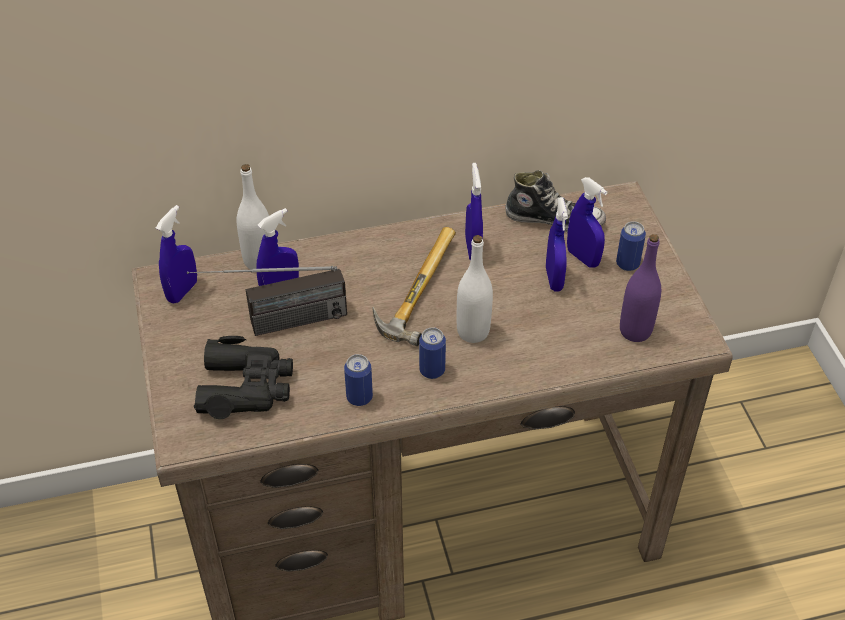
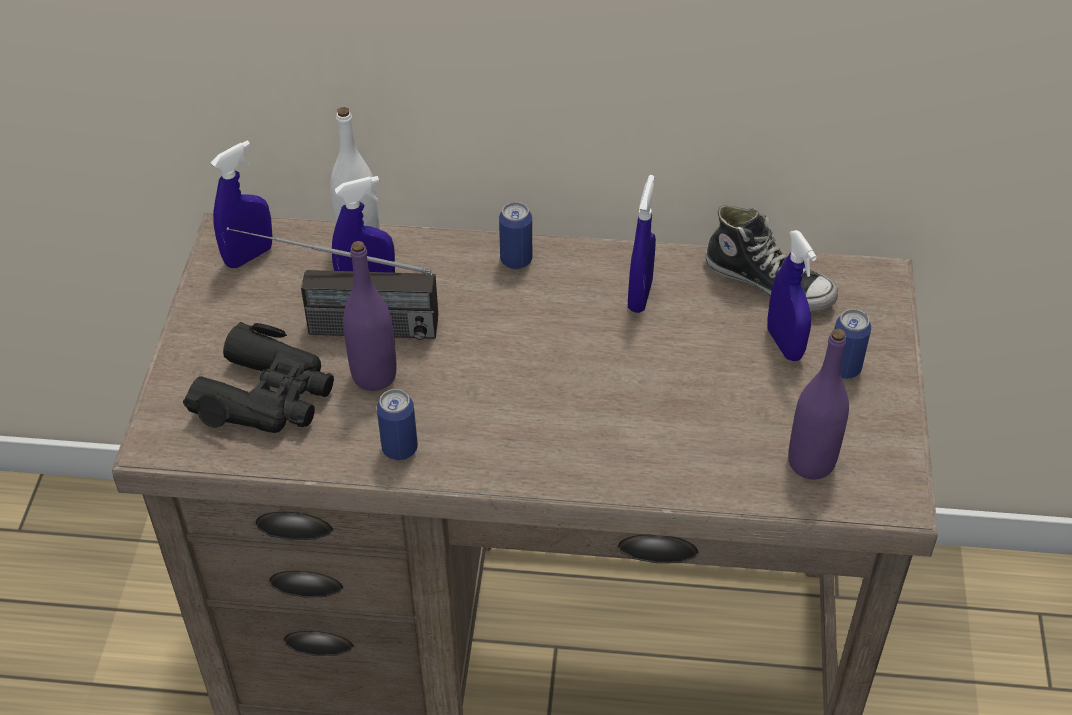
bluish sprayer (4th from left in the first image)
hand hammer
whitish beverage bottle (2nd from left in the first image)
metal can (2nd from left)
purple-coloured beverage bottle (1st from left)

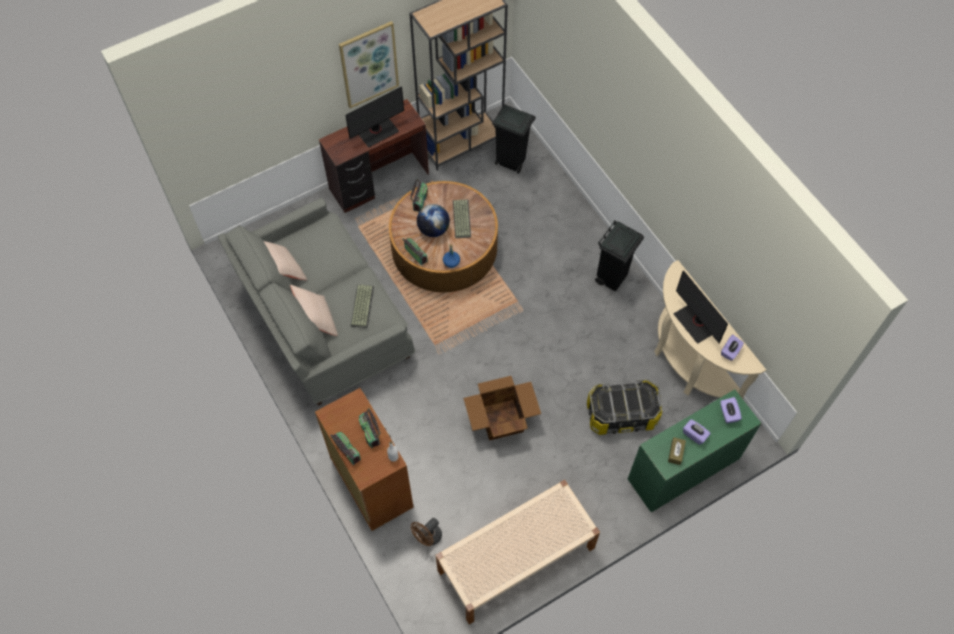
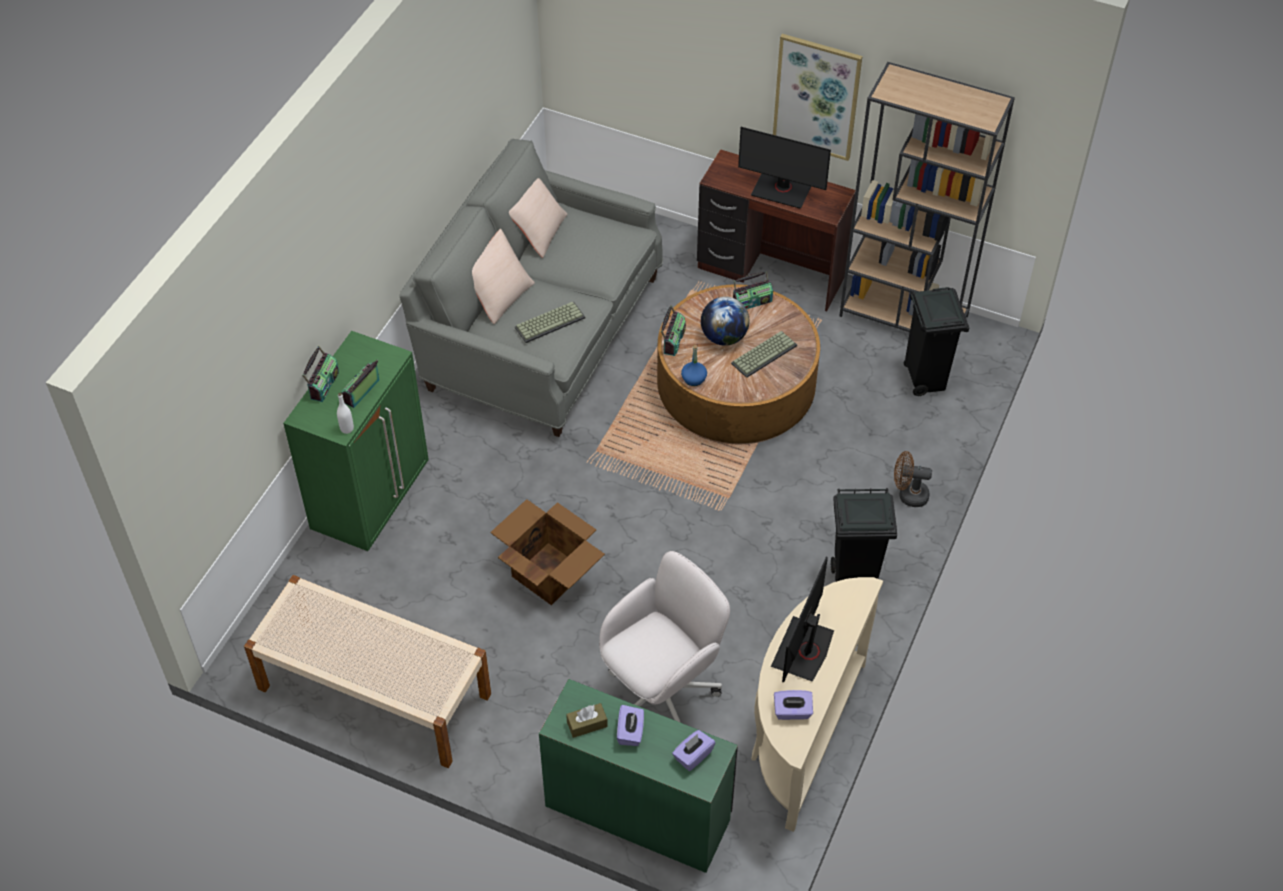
whitish desk chair
greenish cupboard
brown-coloured electric fan

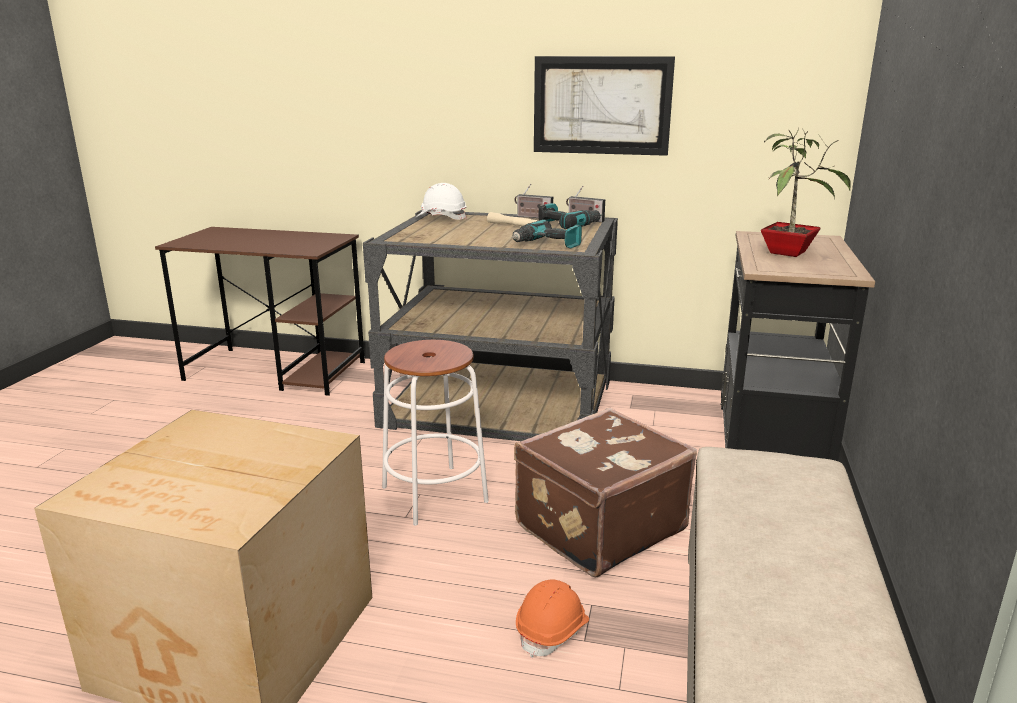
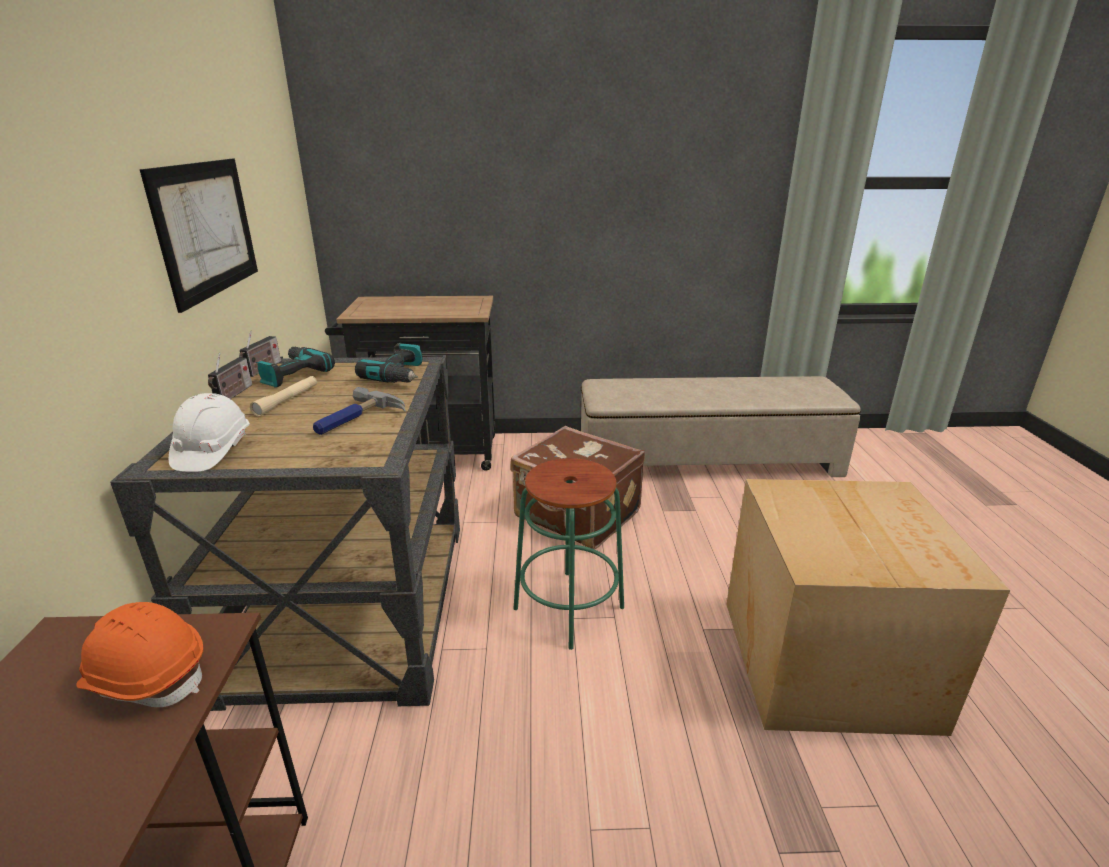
potted plant
greenish sitting stool
orangey hard hat
hand hammer

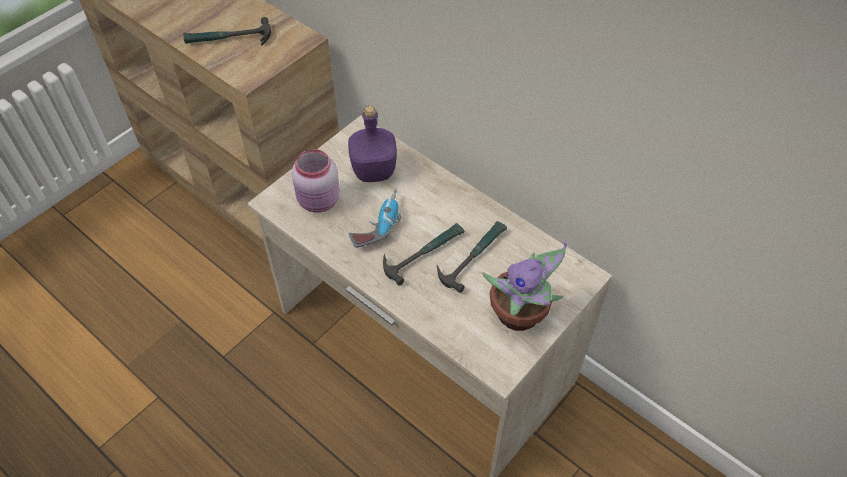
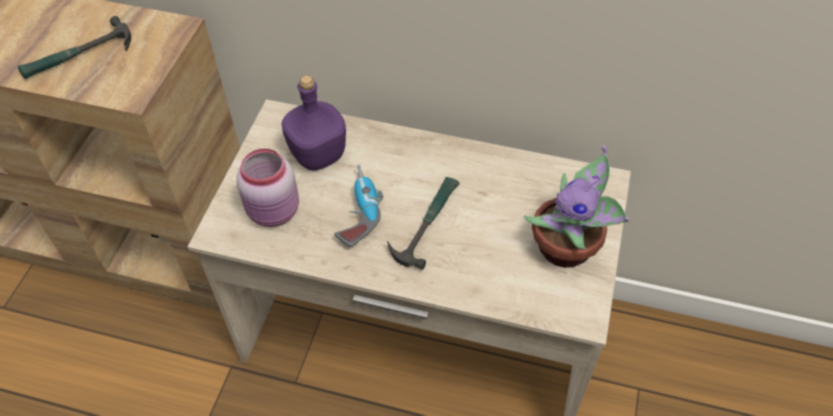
hand hammer (3rd from left in the first image)

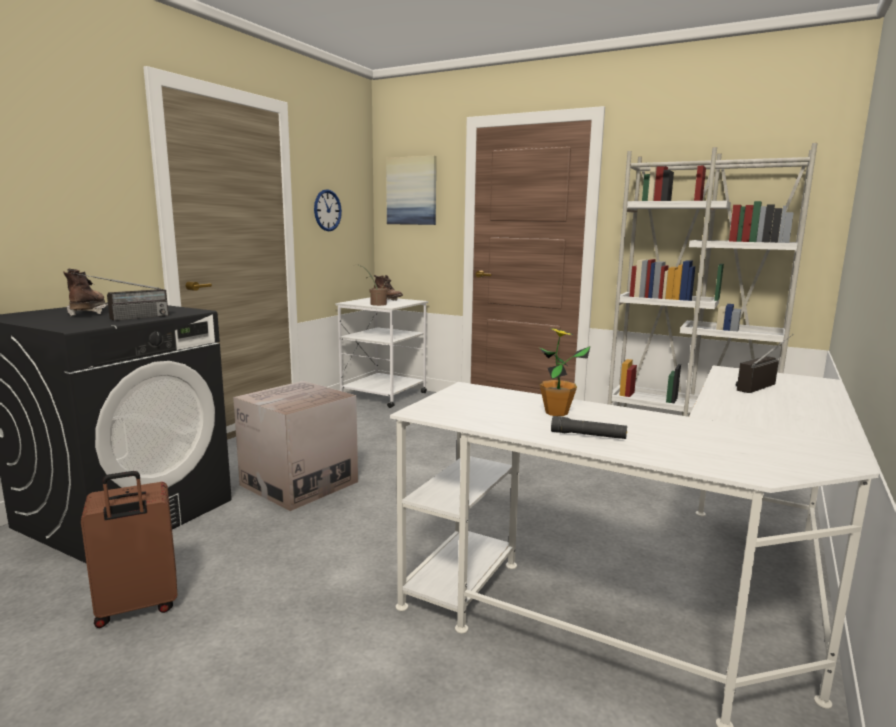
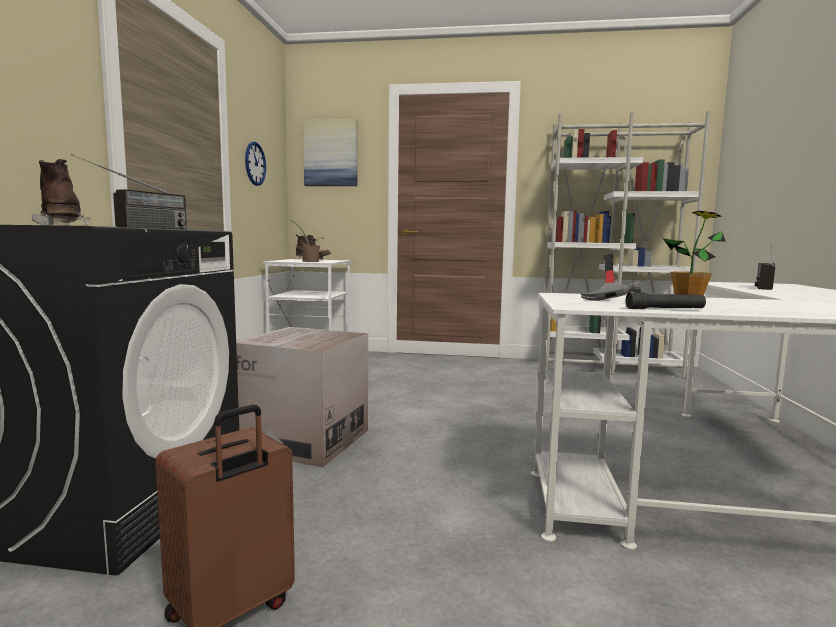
blackish flashlight
hand hammer

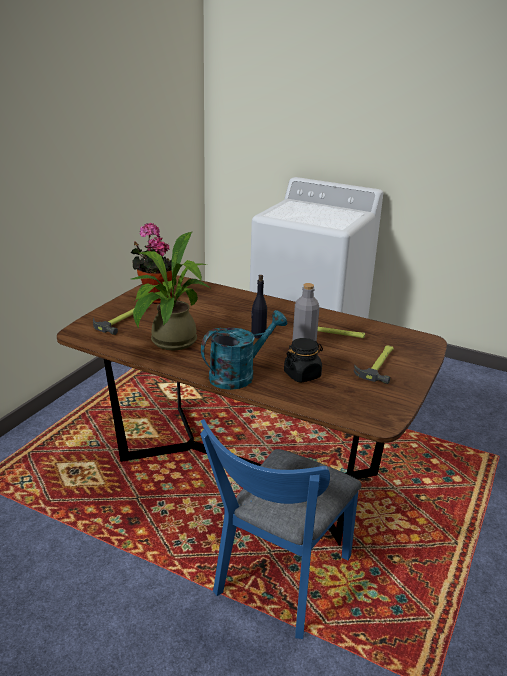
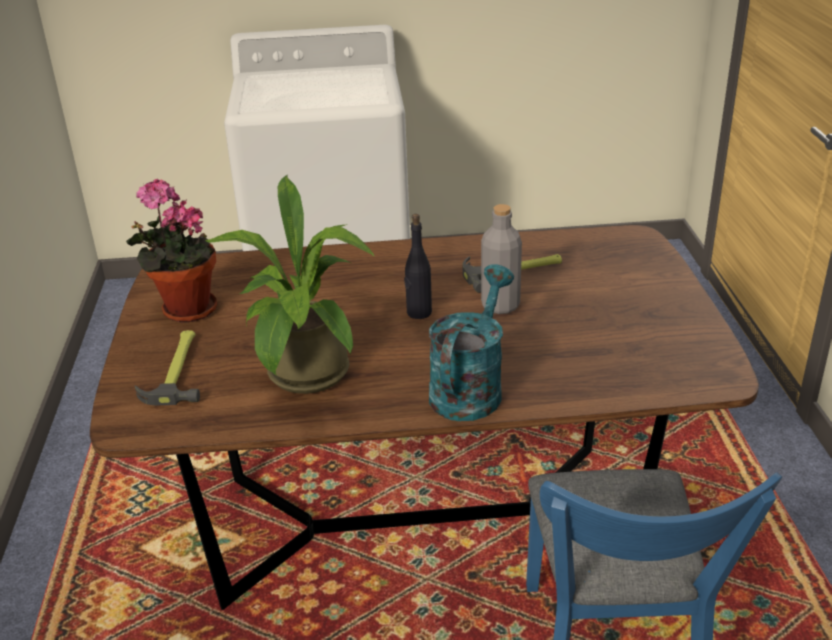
blackish storage jar
hand hammer (3rd from left in the first image)

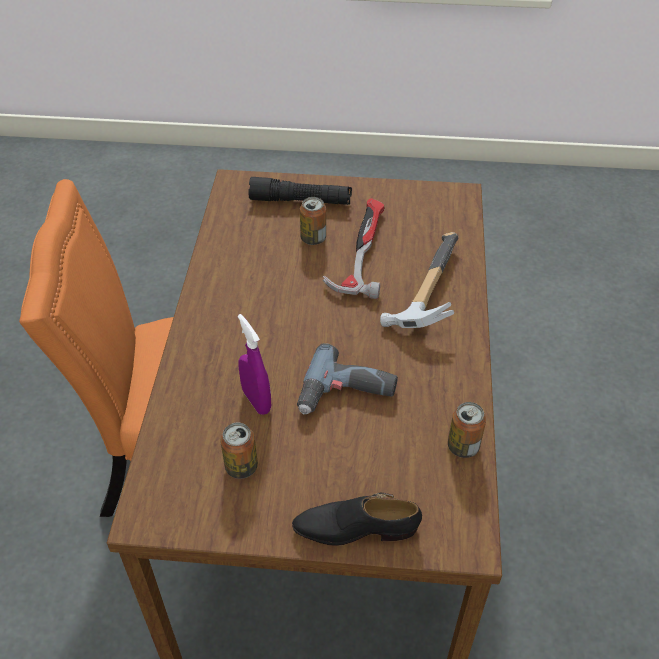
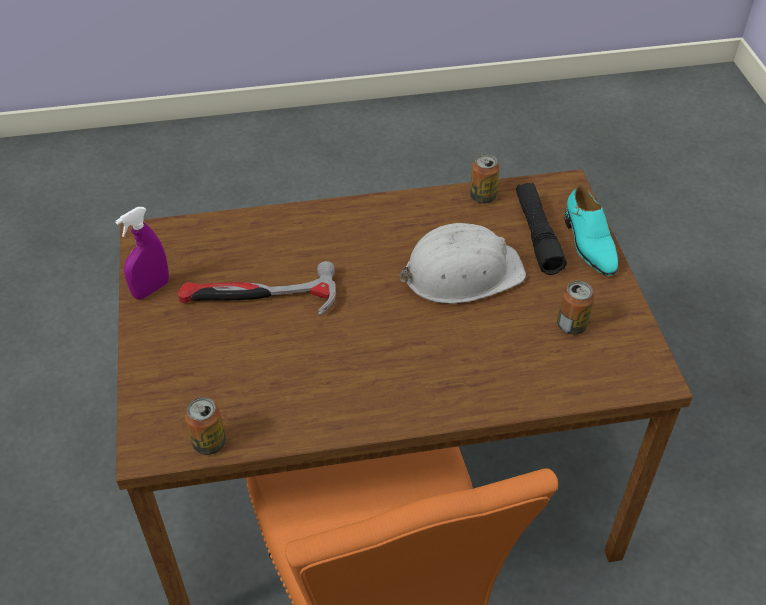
blackish flashlight
metal can (1st from left)
hand hammer (2nd from left in the first image)
purple-coloured sprayer
whitish hard hat
blue-green shoe

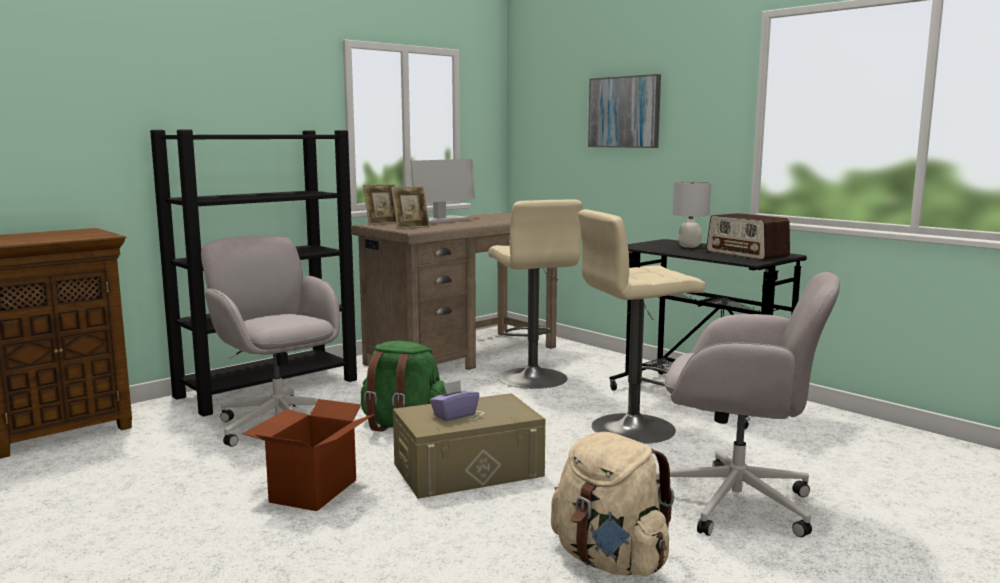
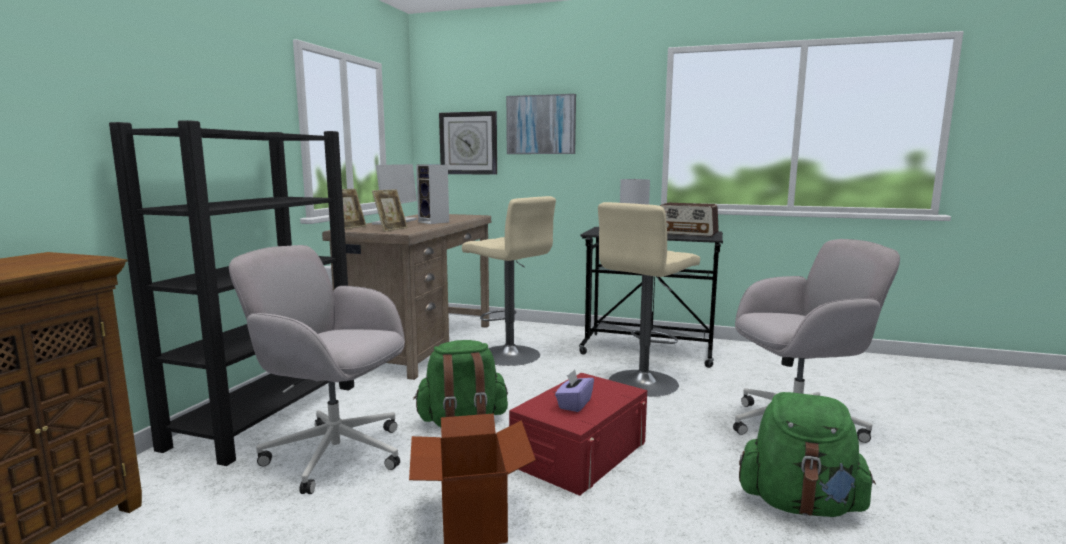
reddish storage box
greenish knapsack (2nd from left)
clock on the wall
speaker

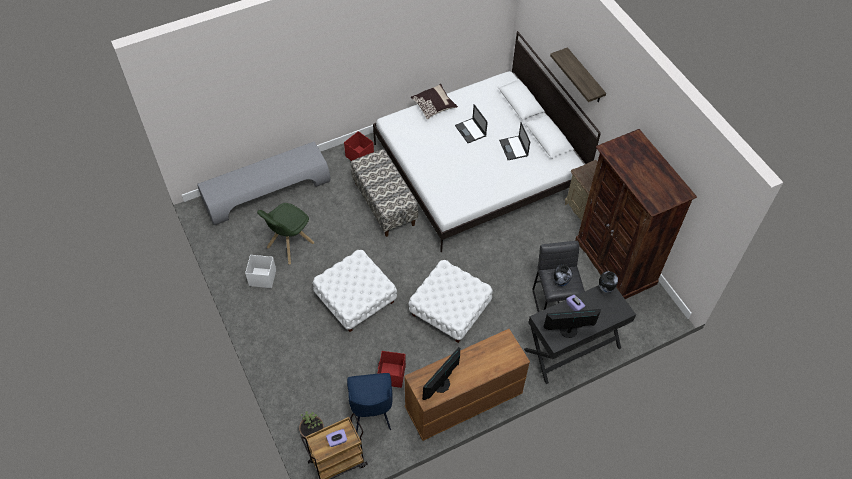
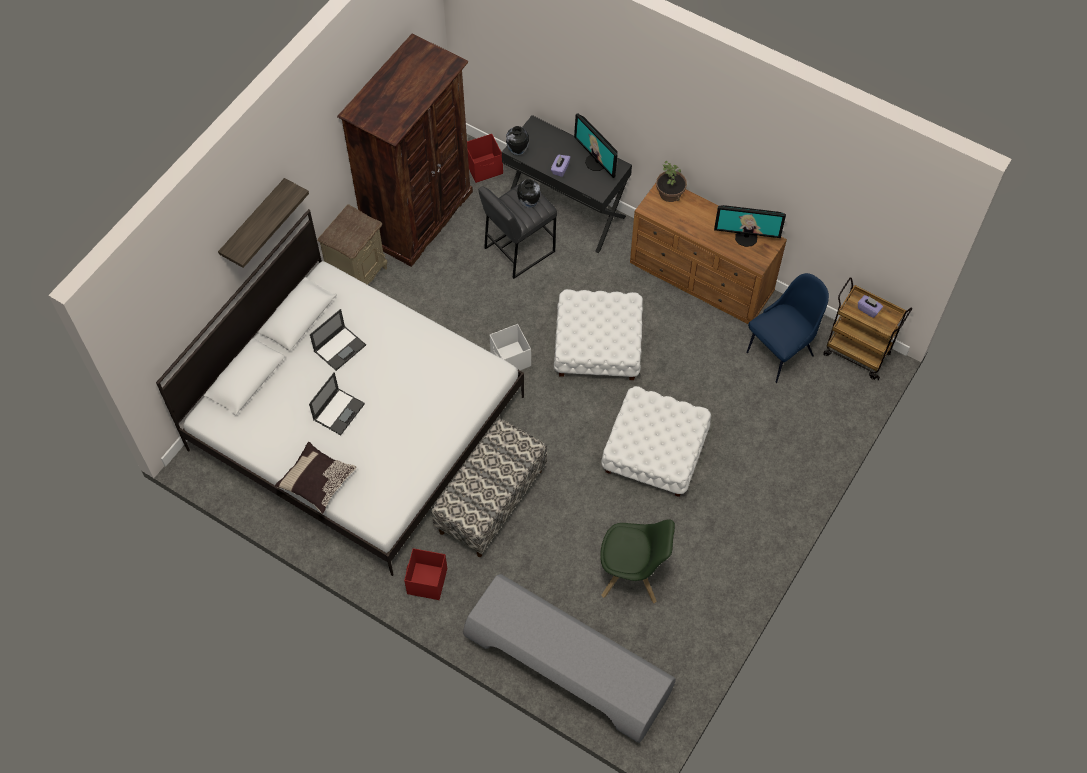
whitish storage box
reddish storage box (2nd from left)
potted plant

